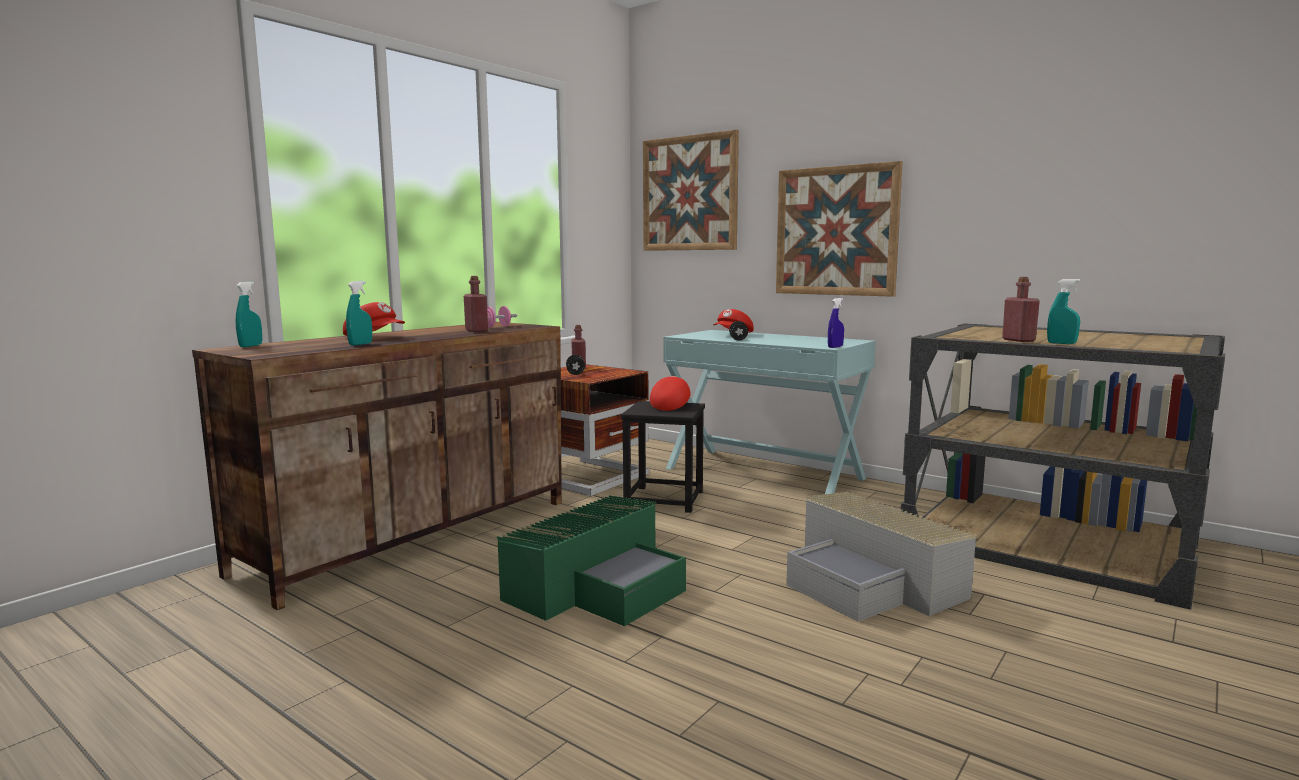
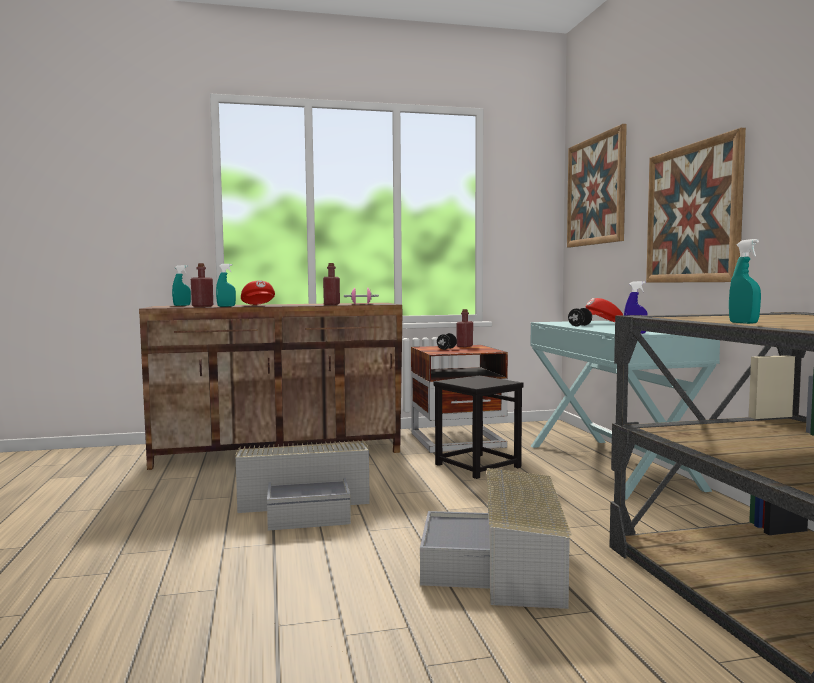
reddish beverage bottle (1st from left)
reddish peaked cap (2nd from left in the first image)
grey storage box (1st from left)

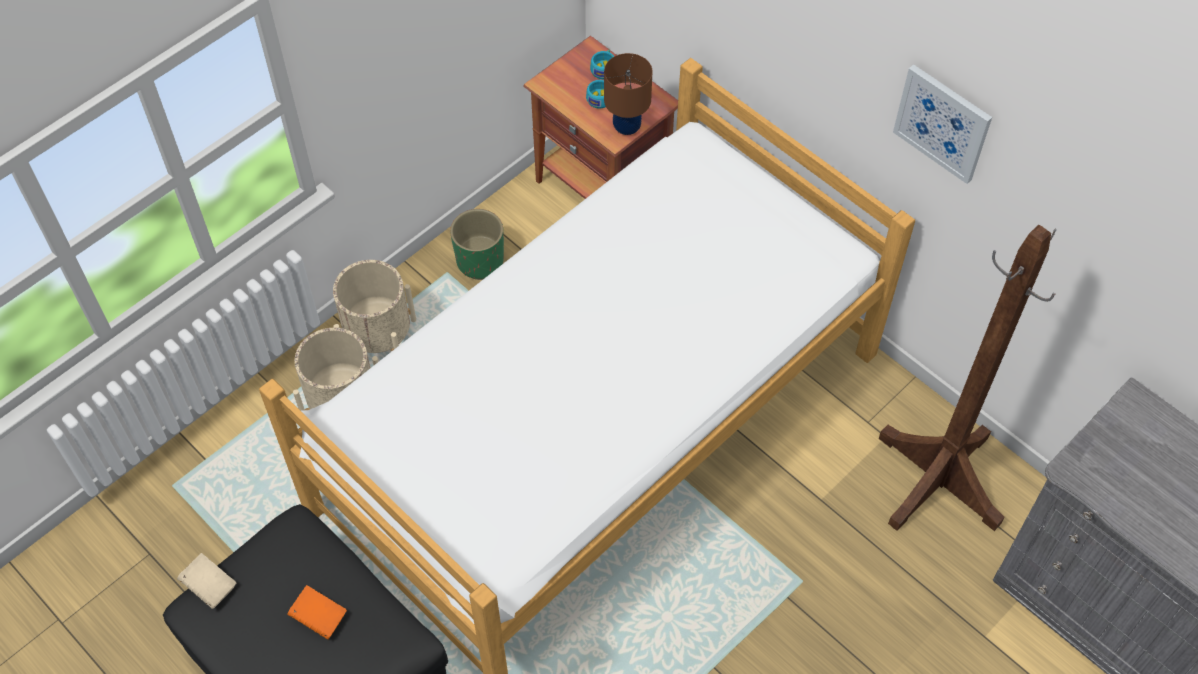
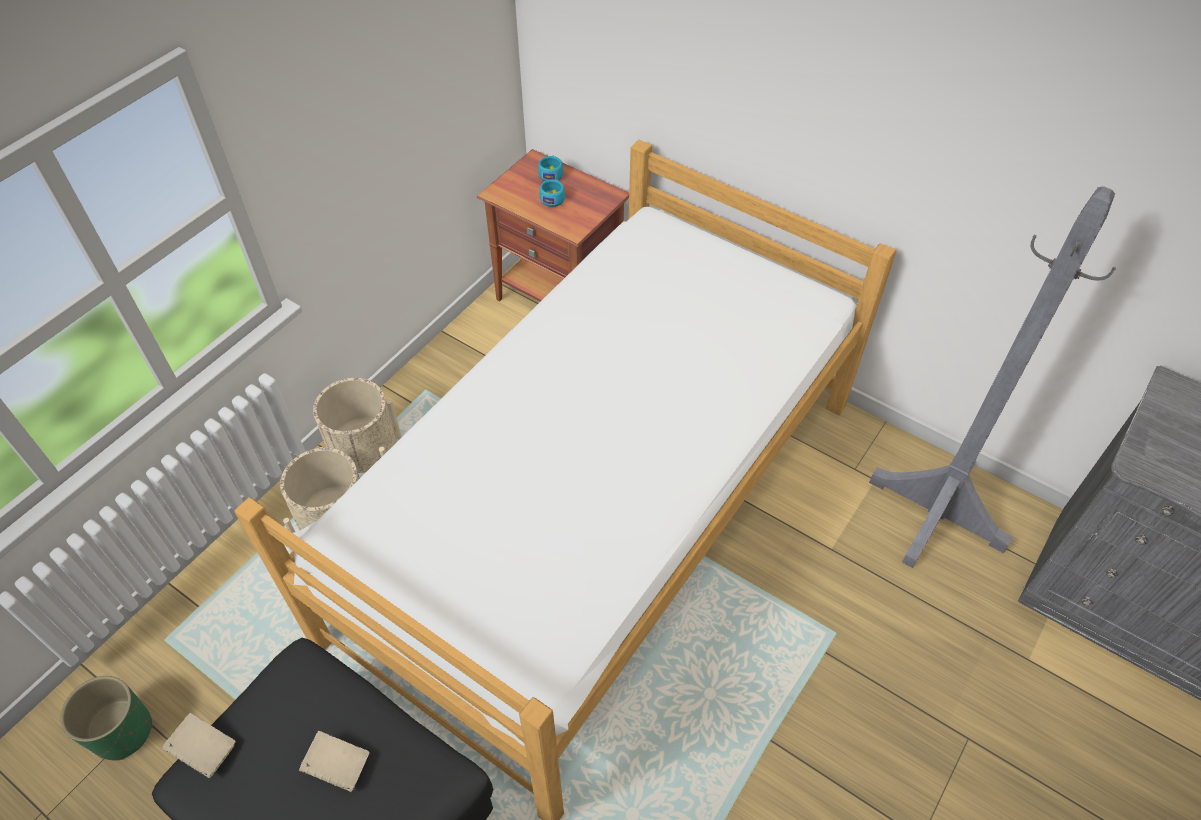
brown-coloured tabletop lamp
wall picture
greenish flower pot
grey garment stand
beige-coloured volume (2nd from left)

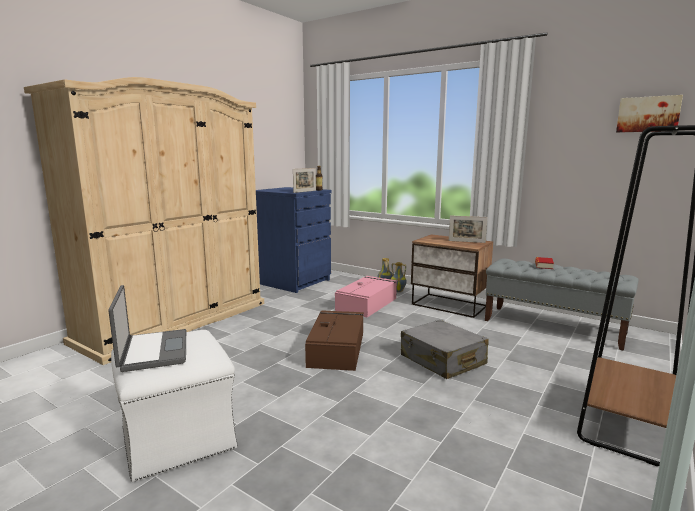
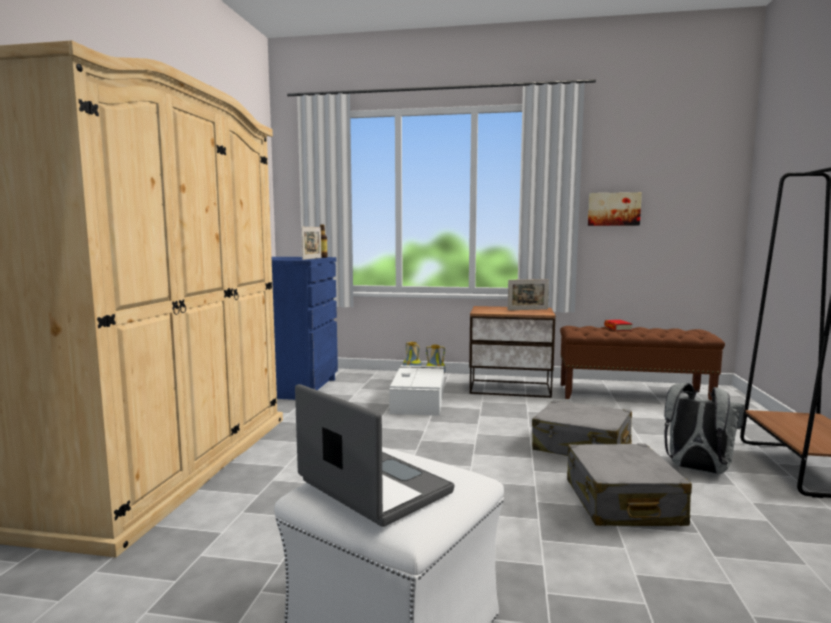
wall picture
brown-coloured long seat
whitish storage box
brown-coloured storage box
grey knapsack
grey piece of luggage (2nd from left)

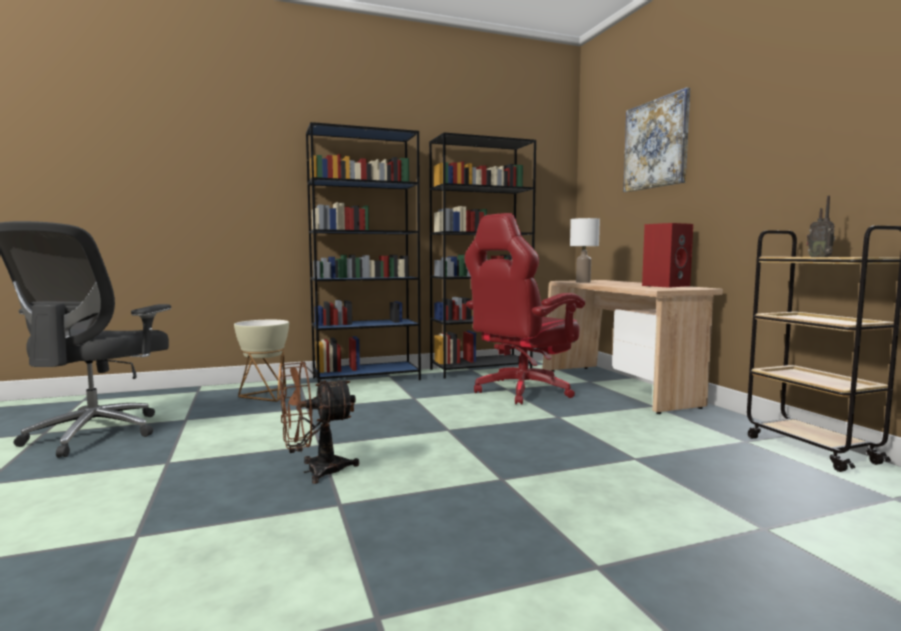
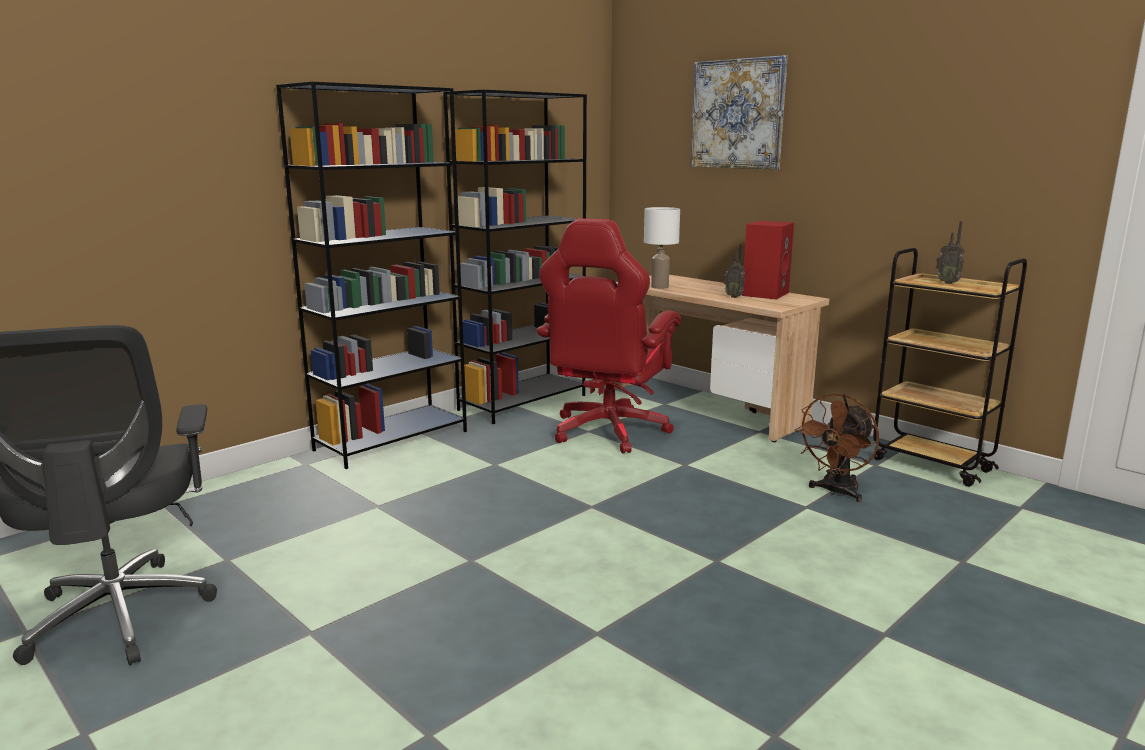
flower pot
brown-coloured electric fan
radio set (1st from left)

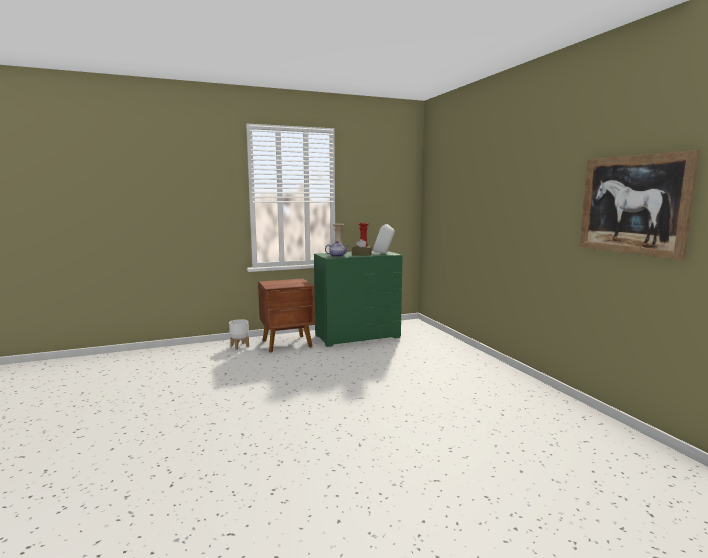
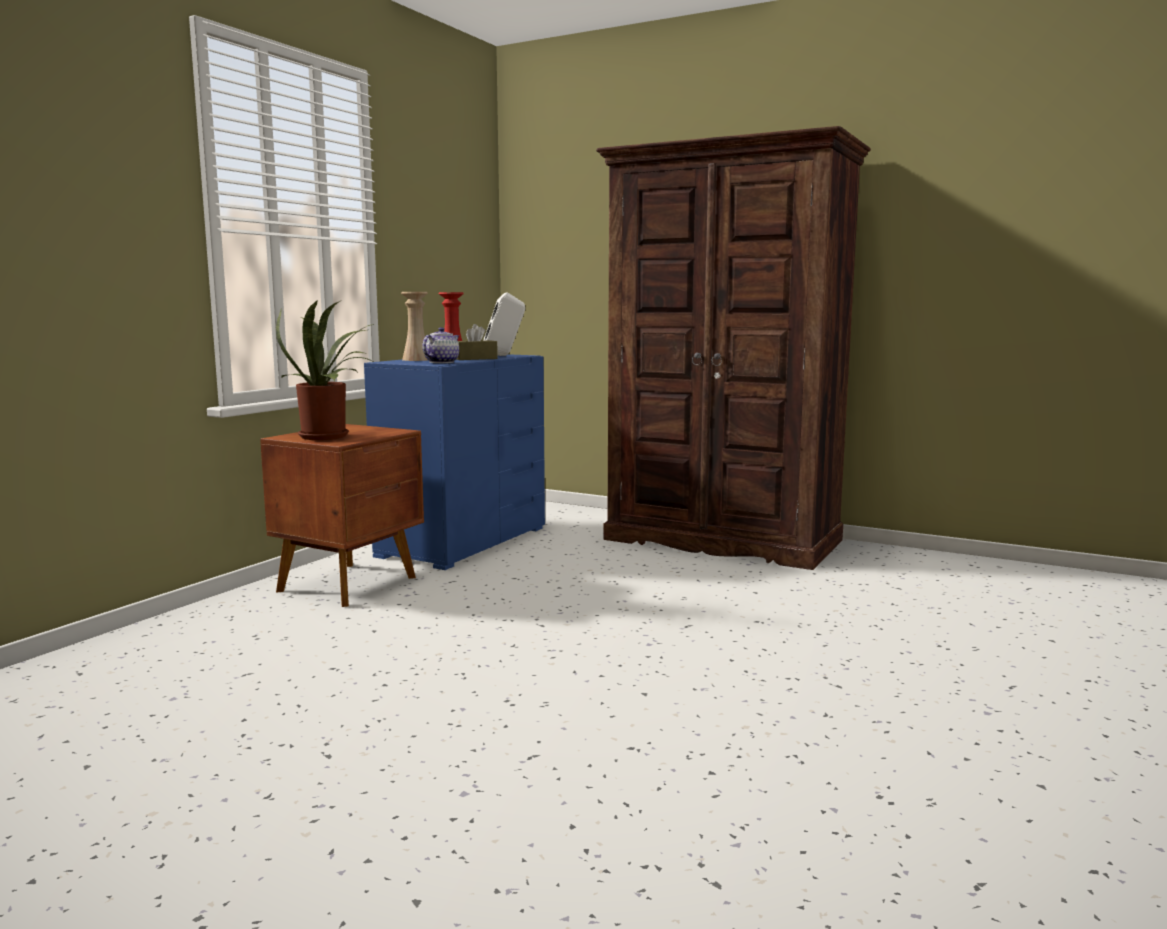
wall picture
bluish dresser
whitish flower pot
brown-coloured wardrobe
potted plant

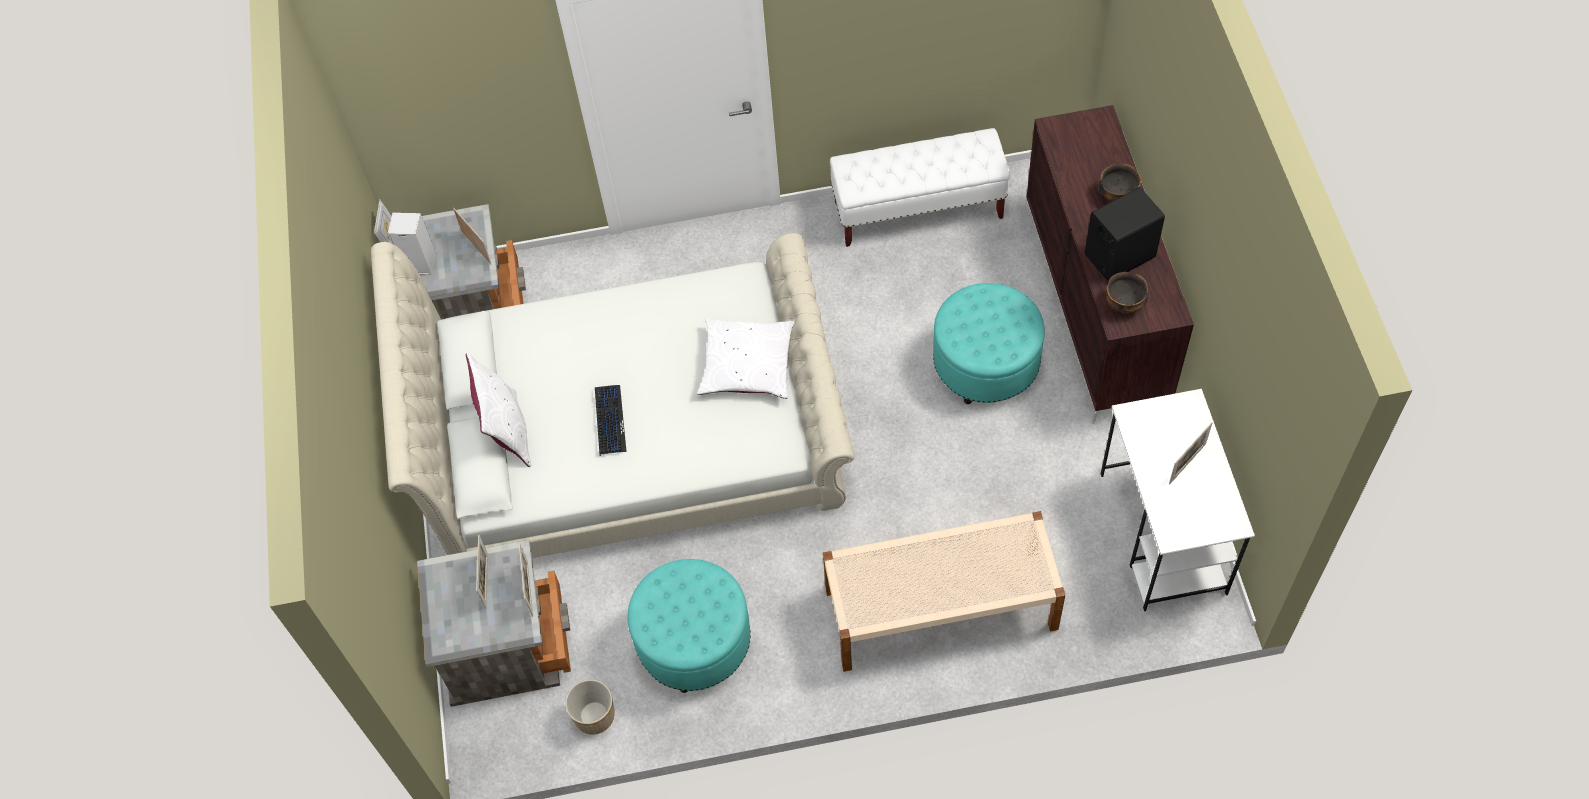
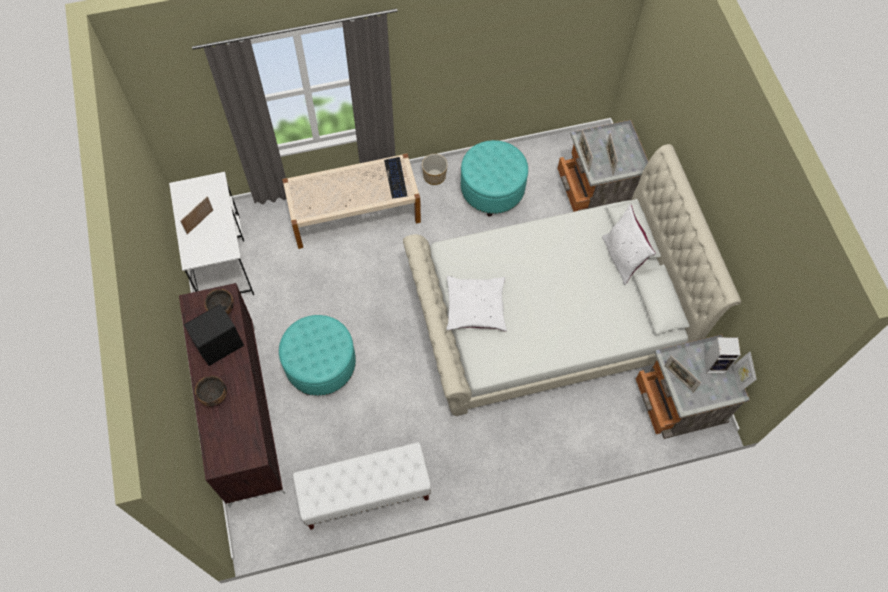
keyboard
flower pot

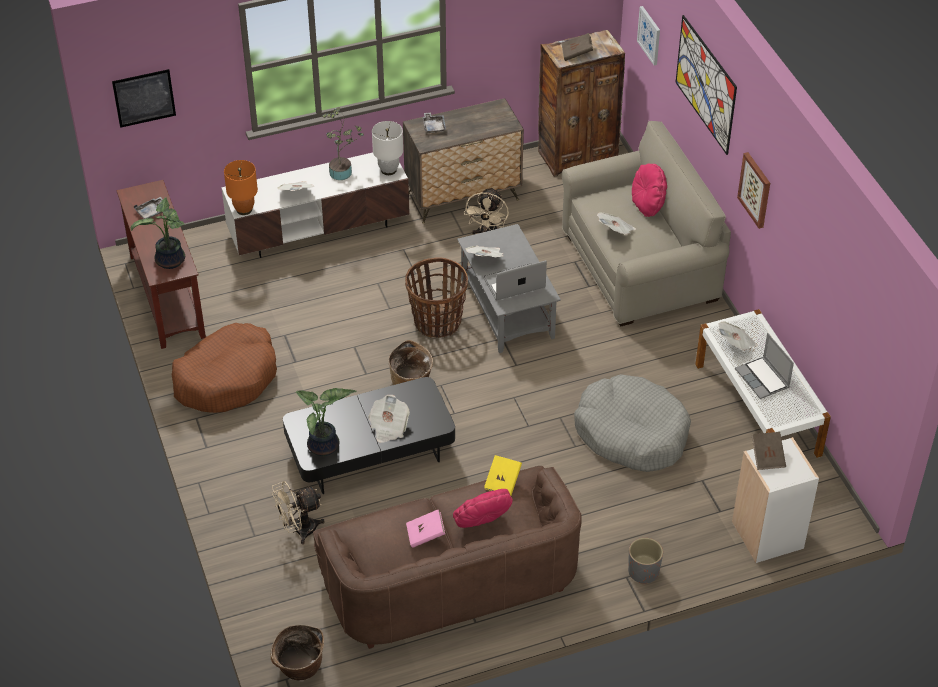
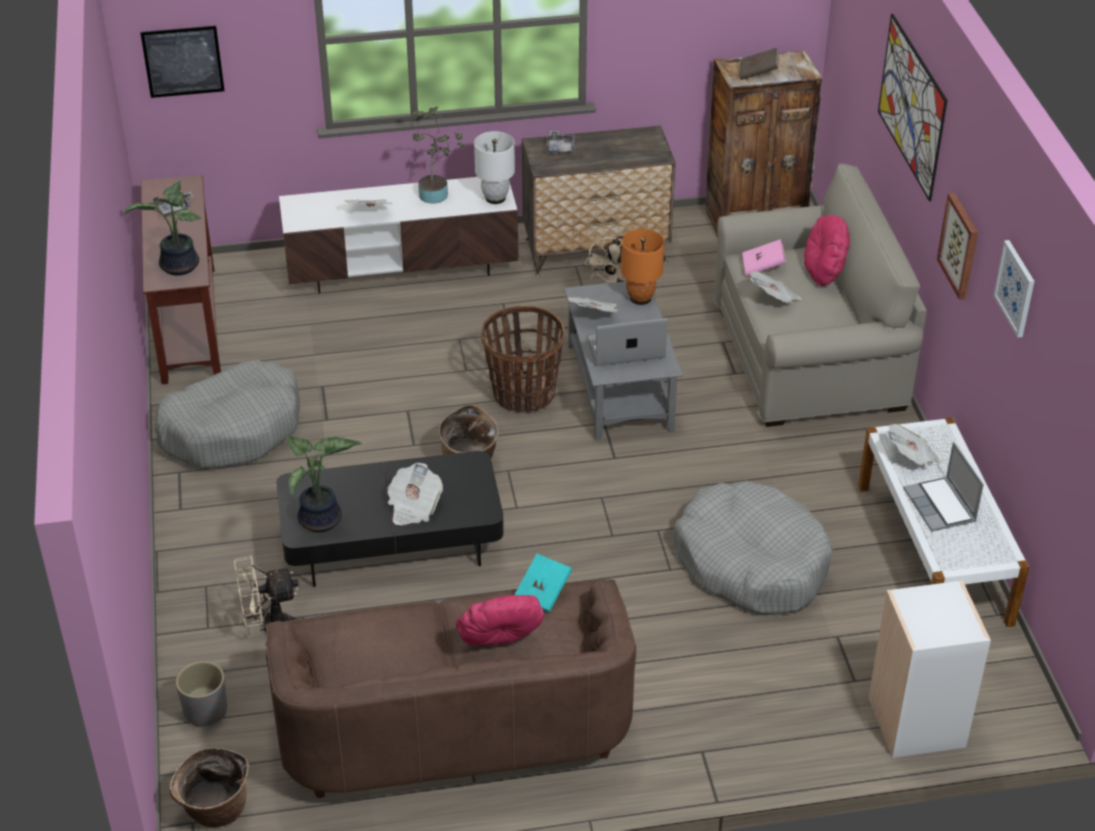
wall picture (4th from left)
orangey tabletop lamp
grey dog bed (1st from left)
brown-coloured volume (2nd from left in the first image)
blue-green volume
pink volume
grey flower pot

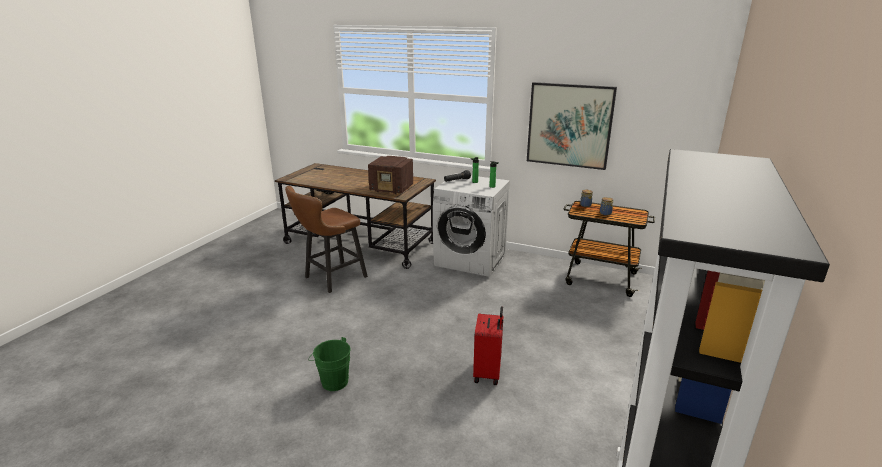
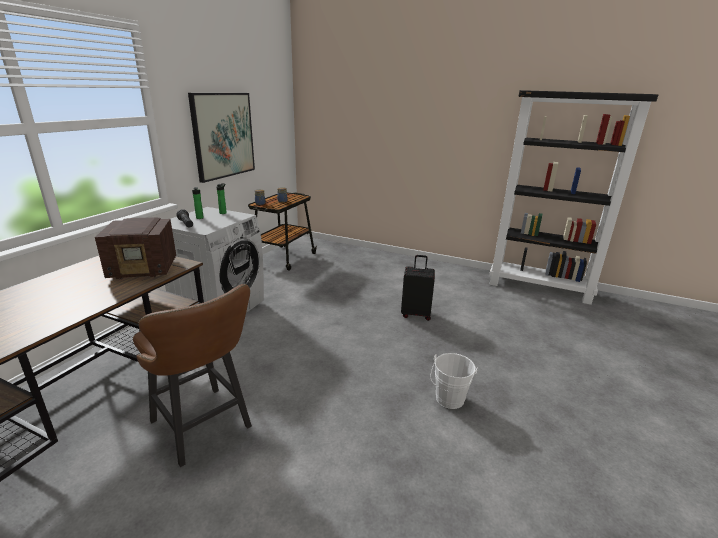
radio set
blackish piece of luggage
whitish water bucket

